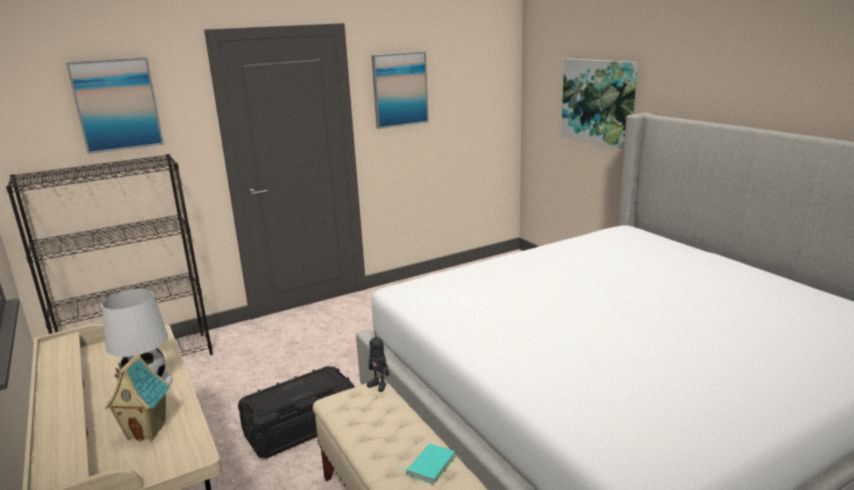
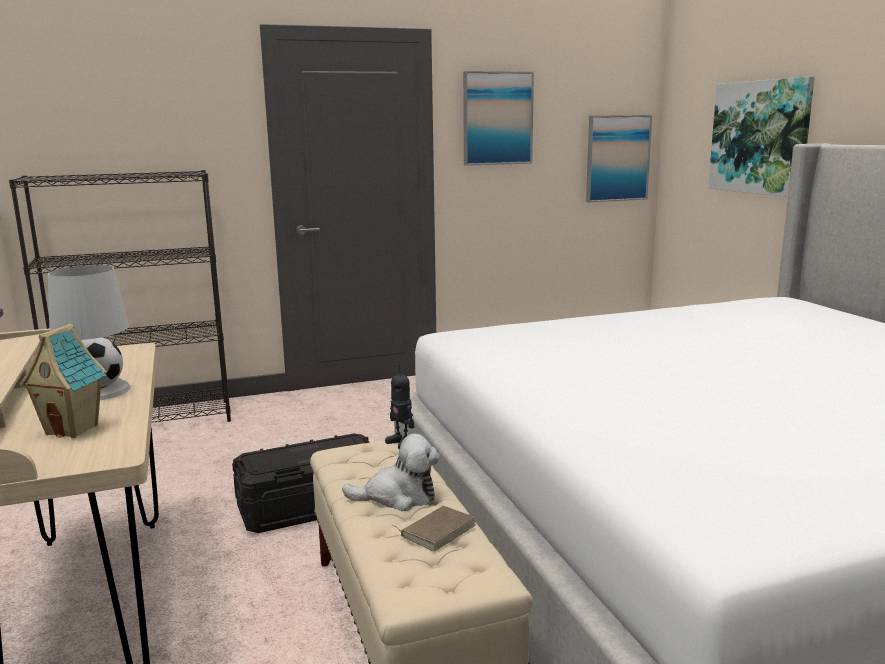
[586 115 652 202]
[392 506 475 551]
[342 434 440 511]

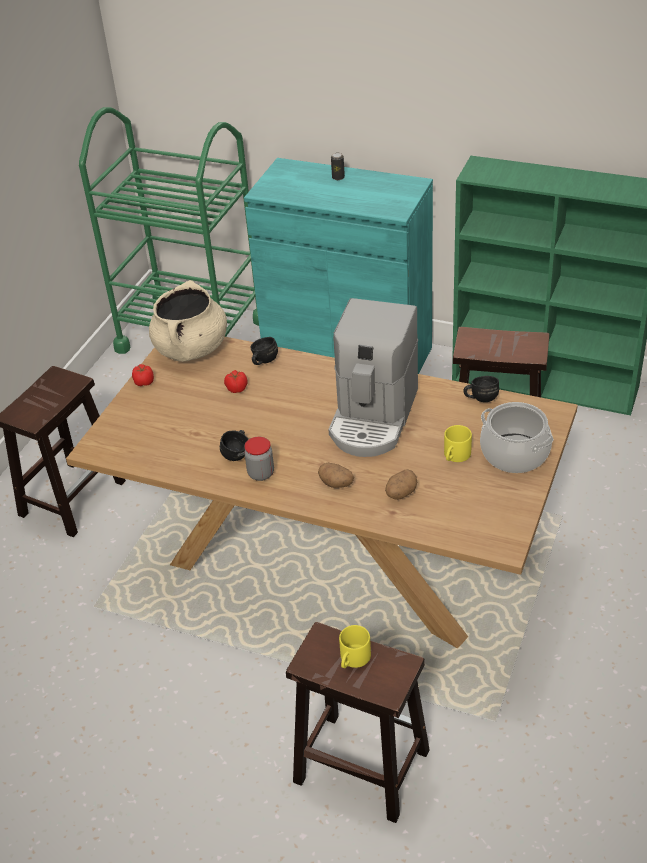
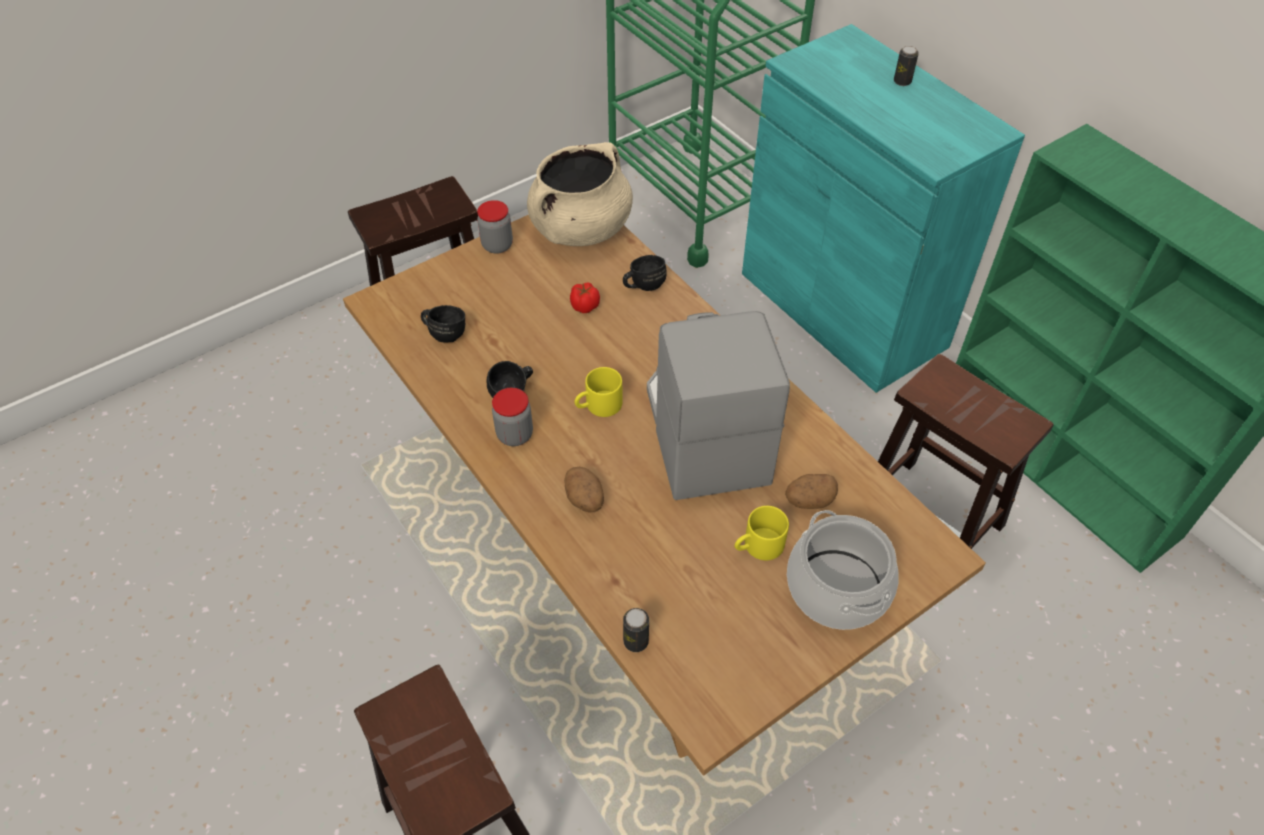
[477 200 513 254]
[647 311 790 500]
[574 367 623 417]
[785 474 838 509]
[421 305 465 342]
[623 608 649 652]

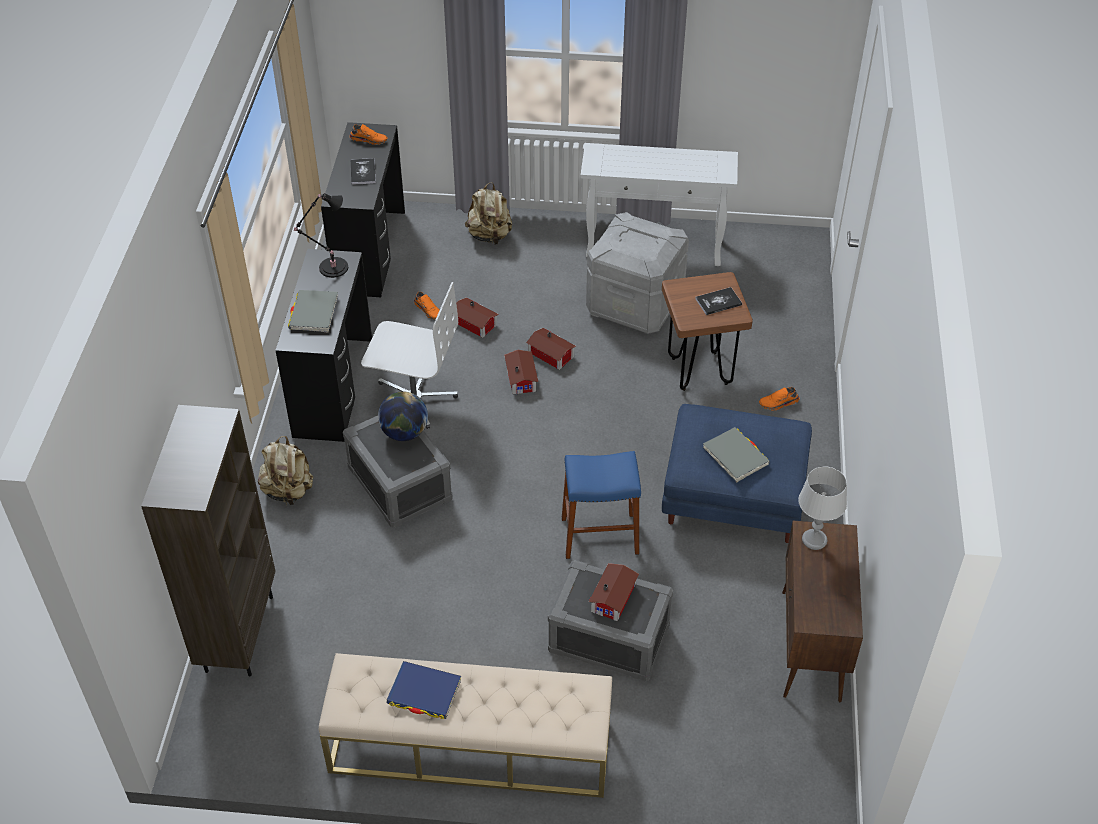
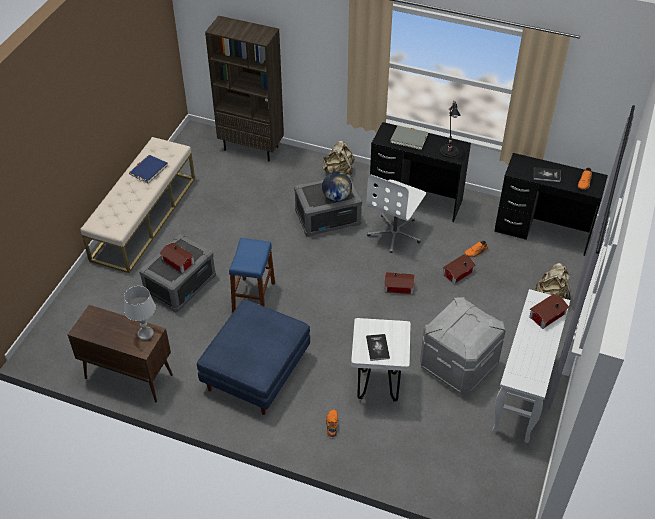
[529 294 569 329]
[351 318 411 402]
[703 427 770 482] (first image)

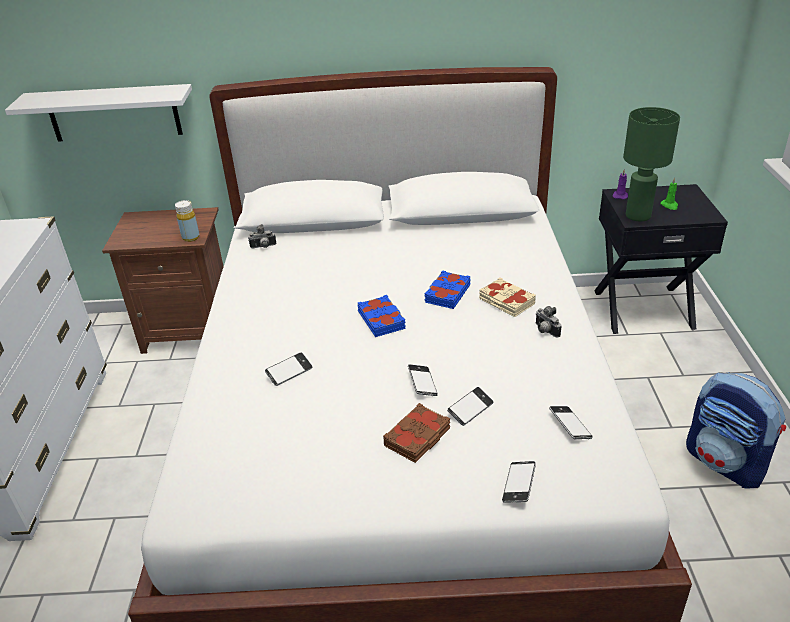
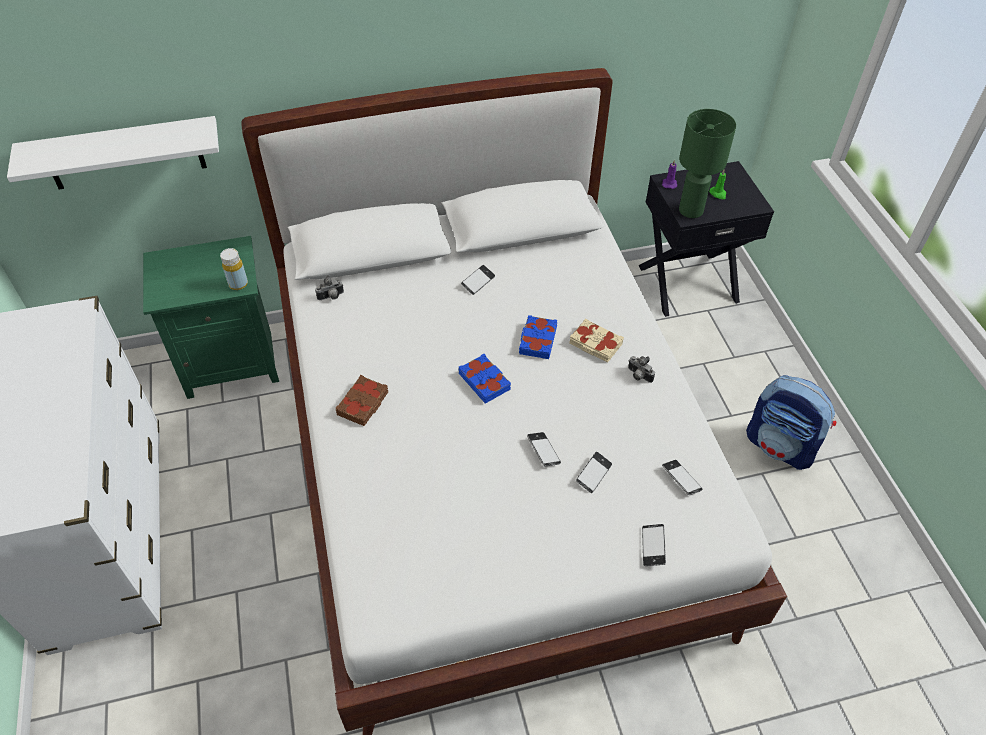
[143 236 279 399]
[461 265 495 295]
[336 375 388 426]

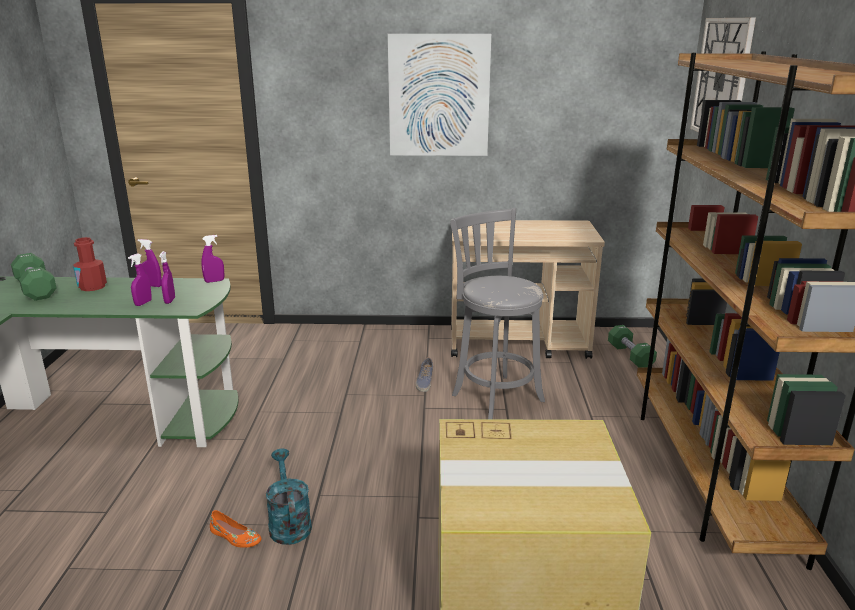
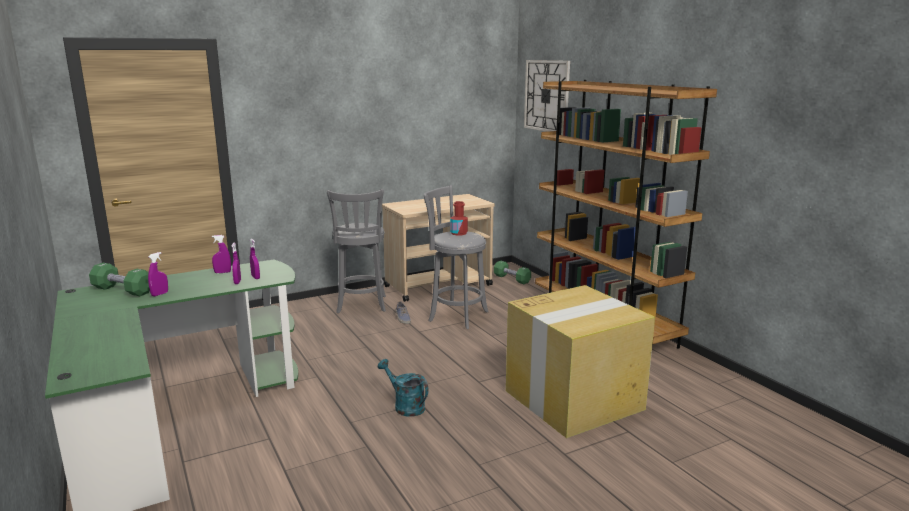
[450 201 468 236]
[148 252 168 296]
[210 510 262 548] (first image)
[388 34 491 156] (first image)
[327 189 386 313]

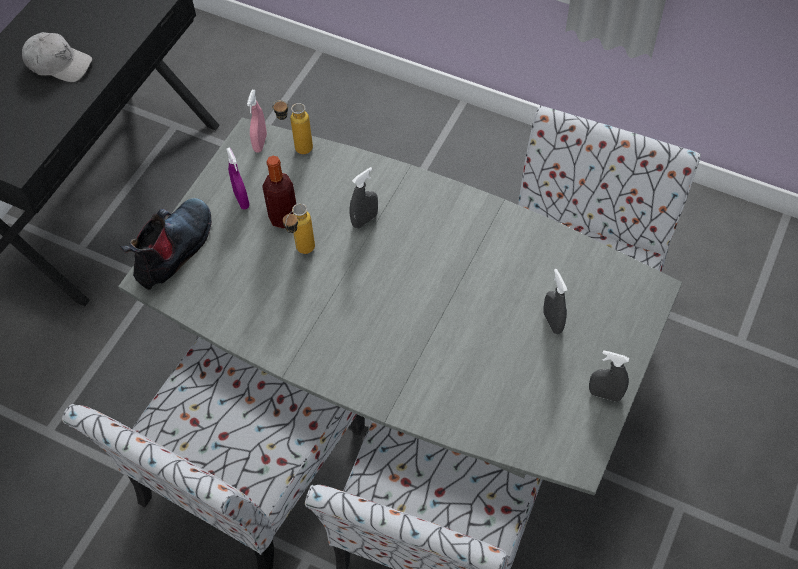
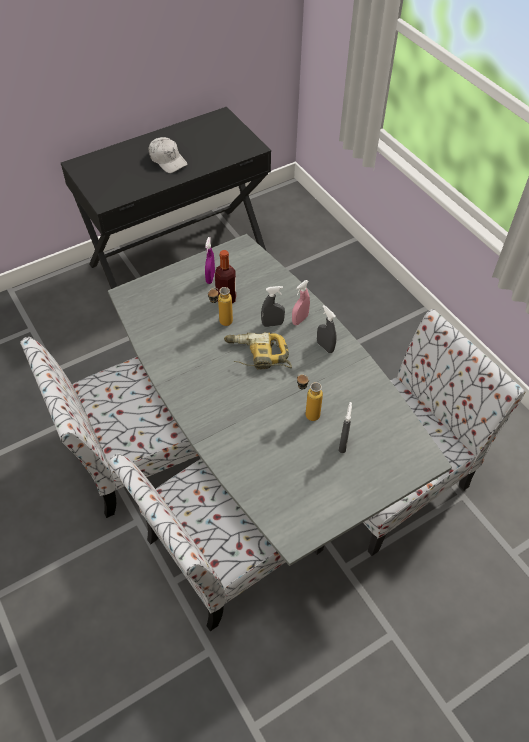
[120 198 212 290] (first image)
[292 280 310 325]
[297 374 323 421]
[317 305 336 353]
[224 333 292 369]

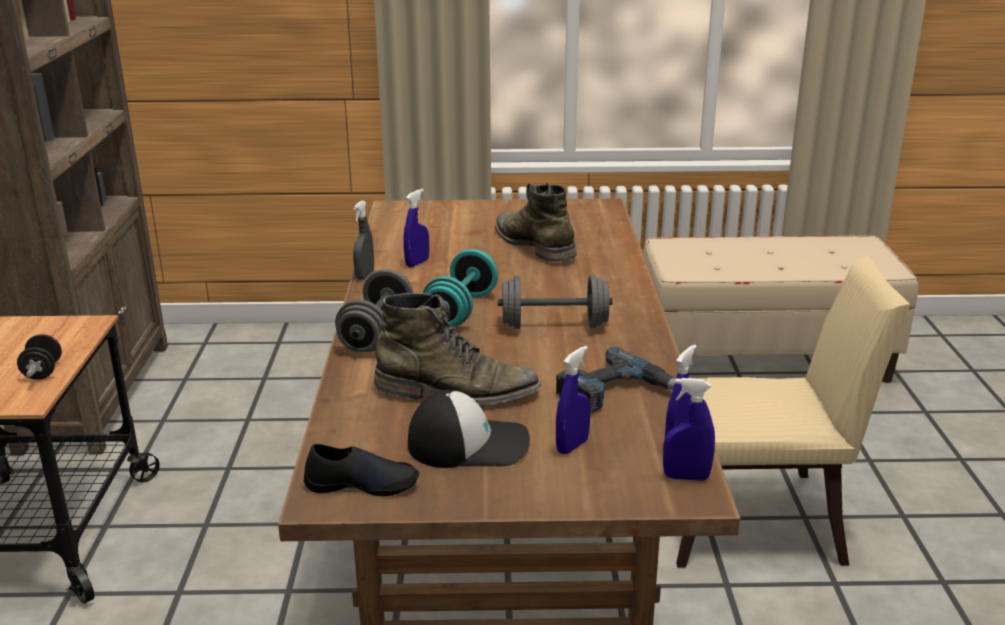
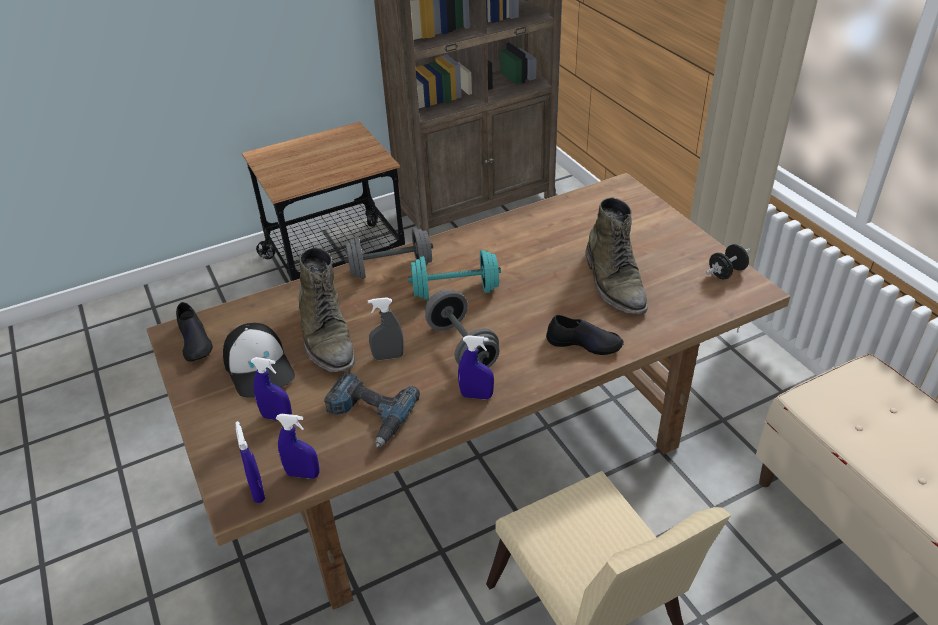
[706 244 751 279]
[368 297 404 360]
[458 335 494 399]
[585 197 648 314]
[546 315 624 355]

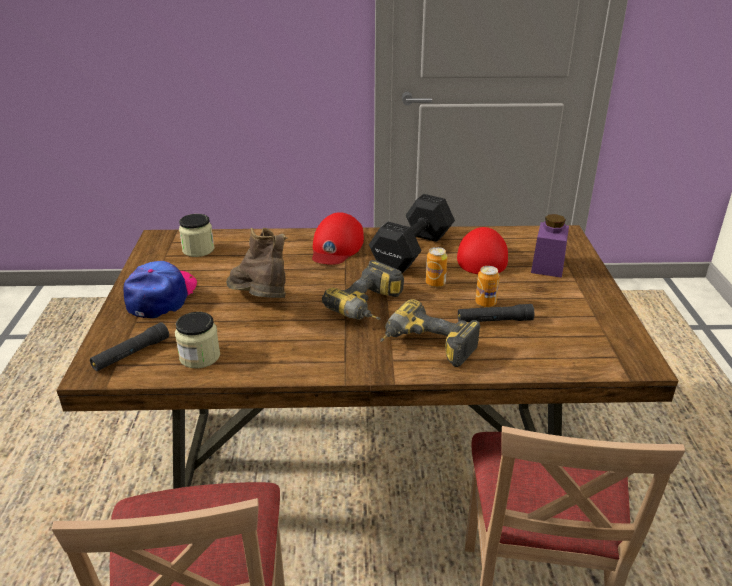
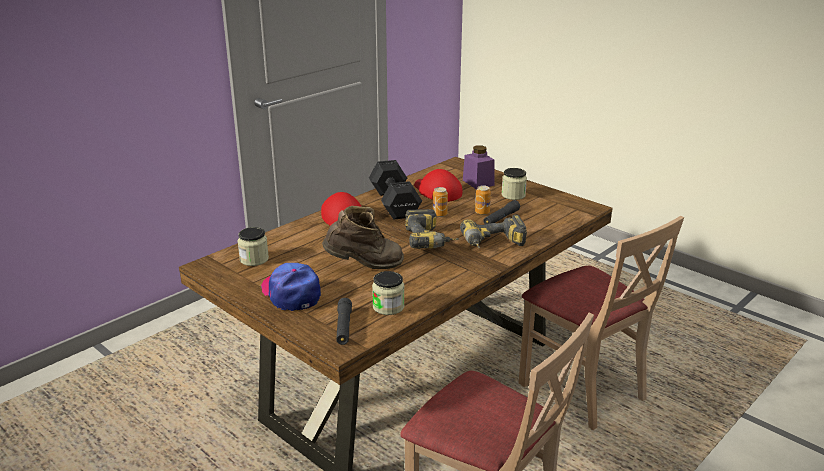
[322 206 404 269]
[502 168 527 200]

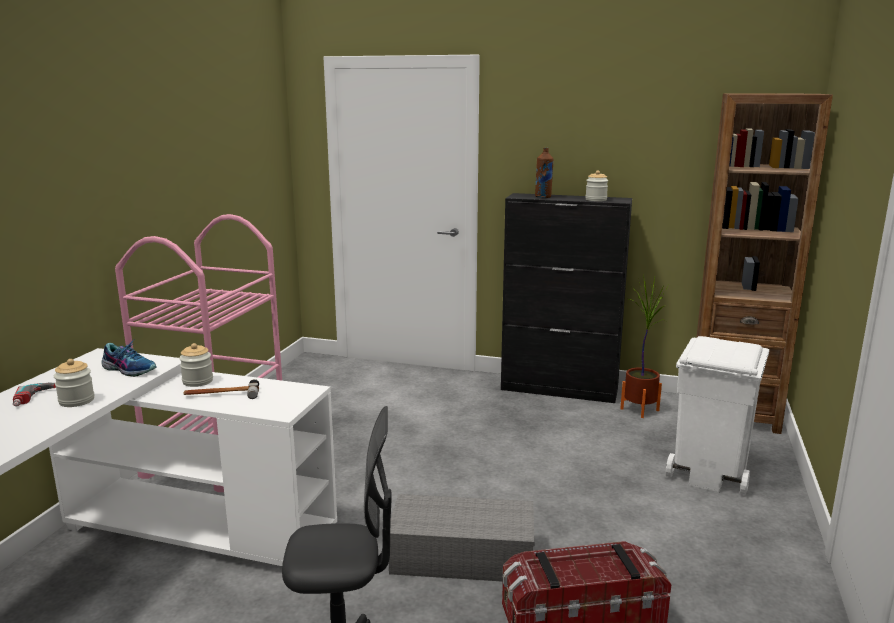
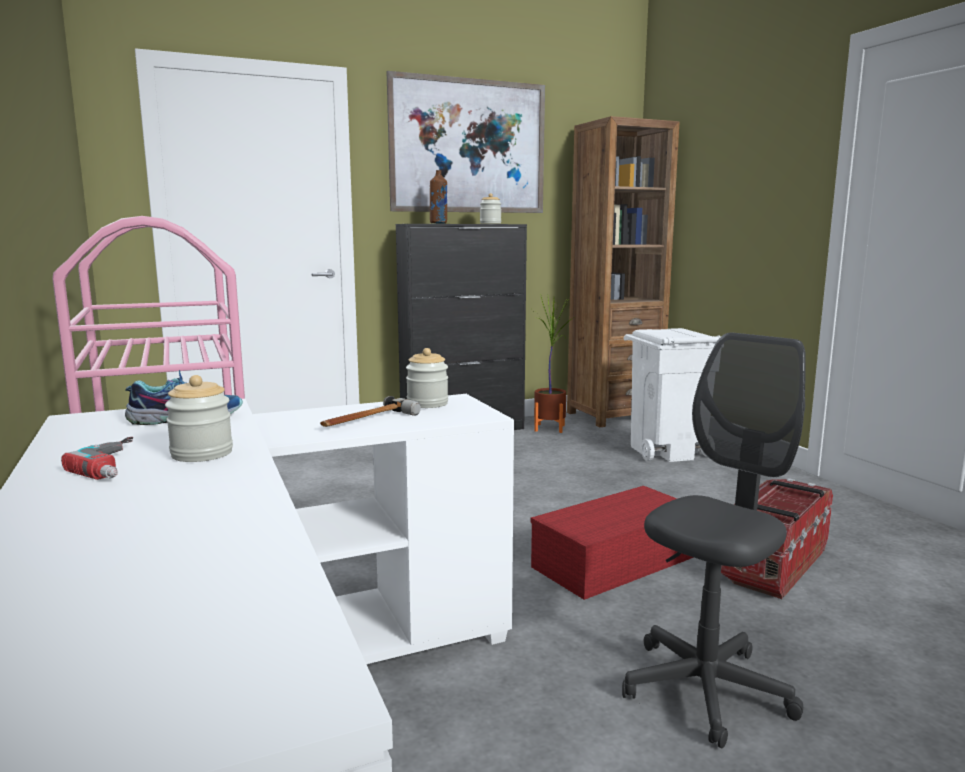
[406 348 448 408]
[531 486 694 600]
[386 71 545 213]

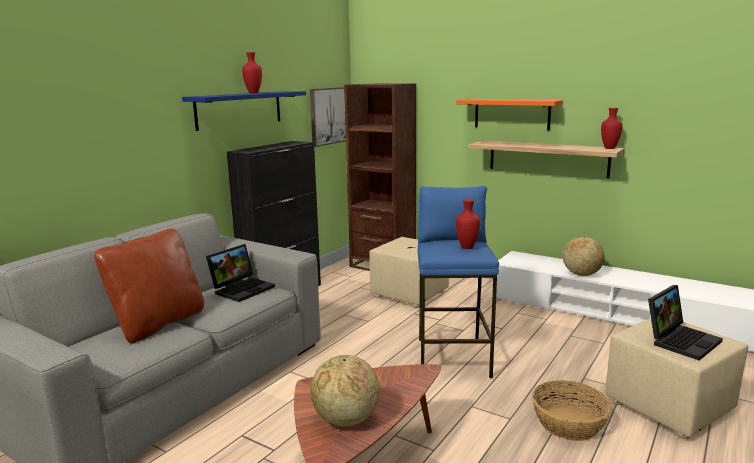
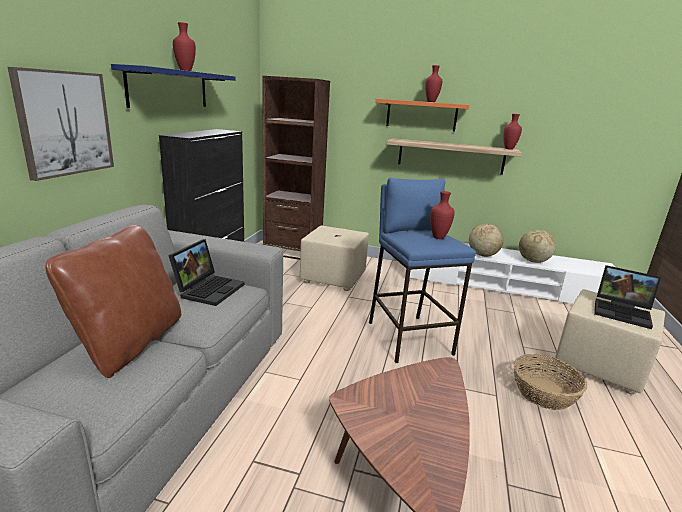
[8 67 114 181]
[519 229 556 263]
[594 265 661 329]
[425 65 442 102]

